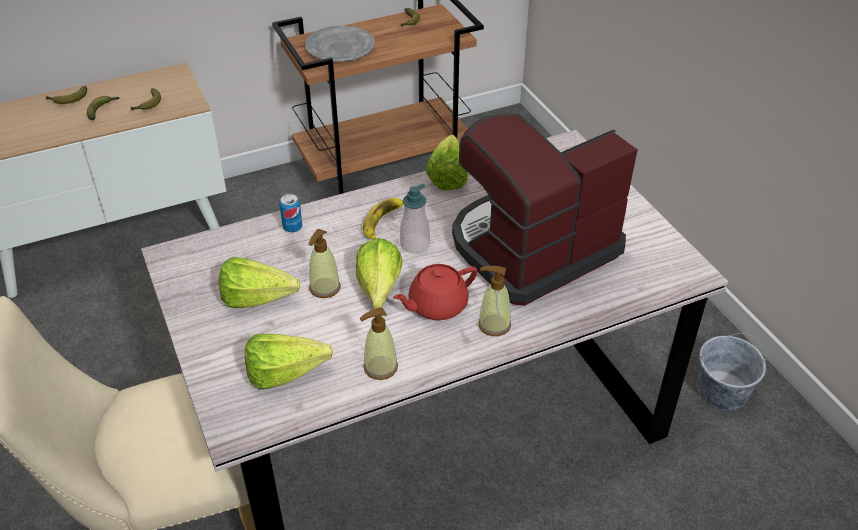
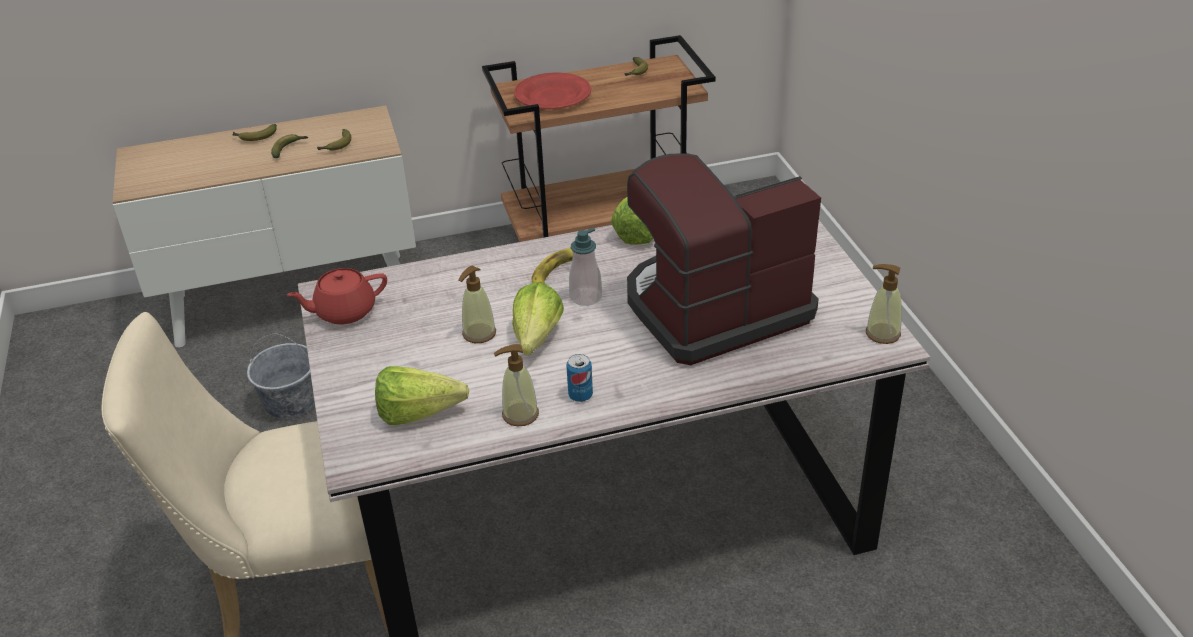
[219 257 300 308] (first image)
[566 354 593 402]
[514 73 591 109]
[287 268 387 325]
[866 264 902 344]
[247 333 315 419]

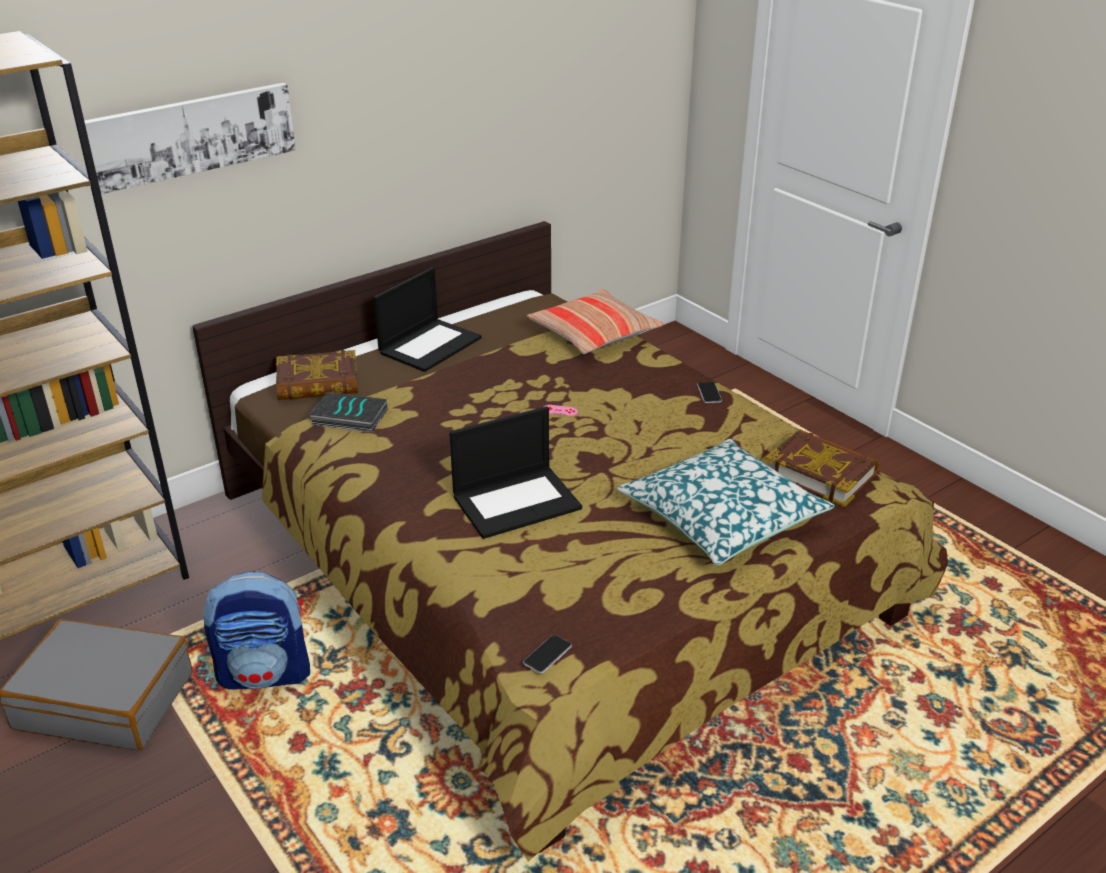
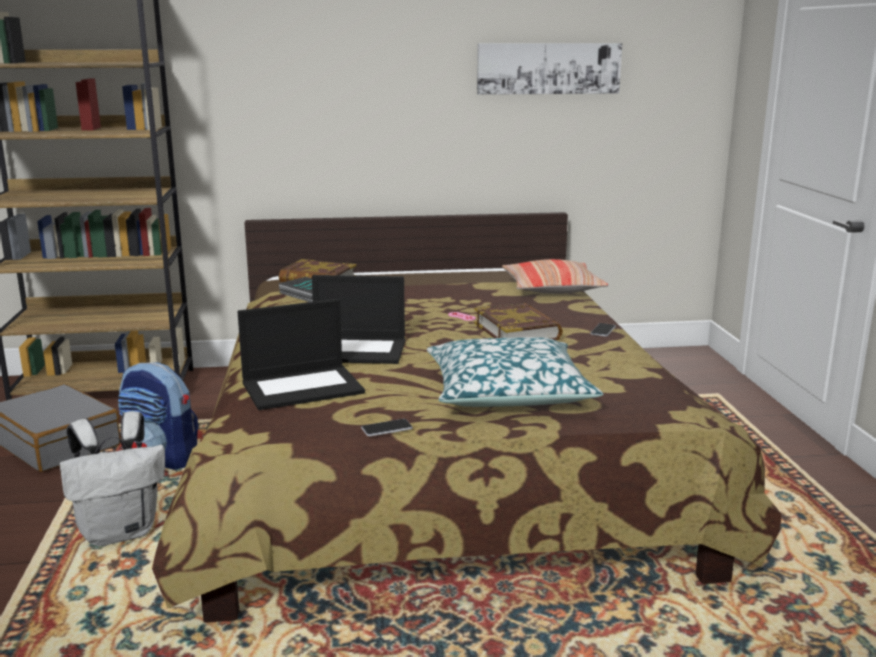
[477 43 622 95]
[238 299 365 410]
[361 419 413 437]
[475 303 563 340]
[60 411 165 546]

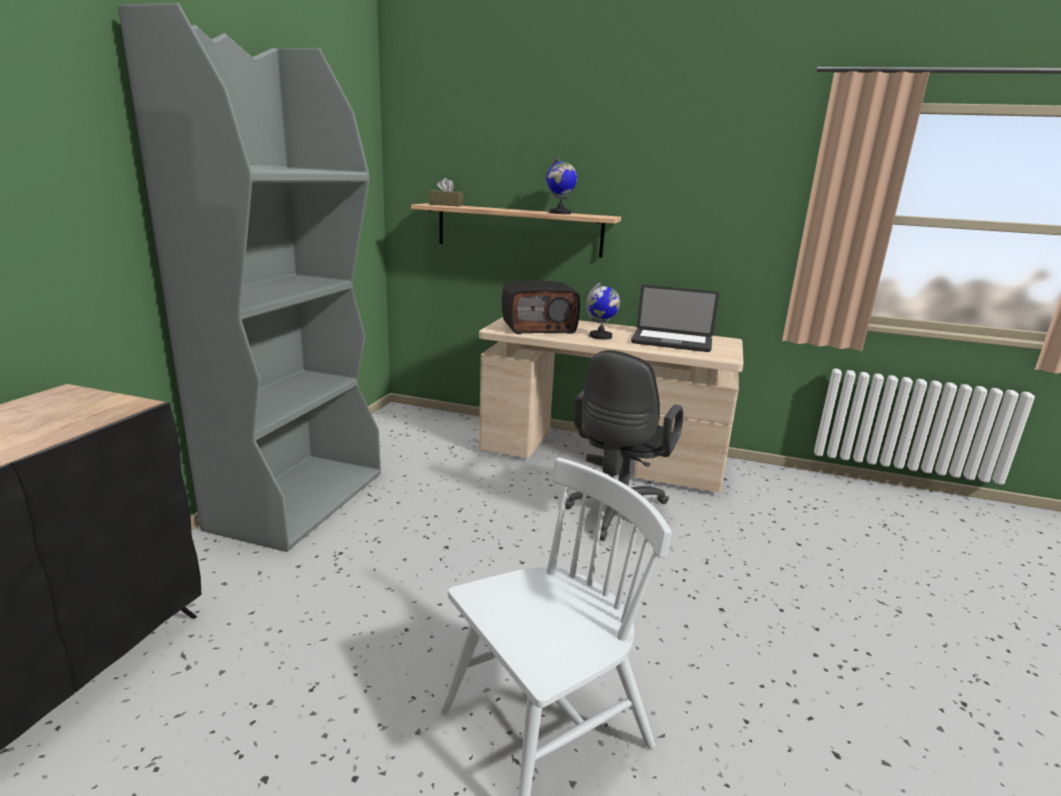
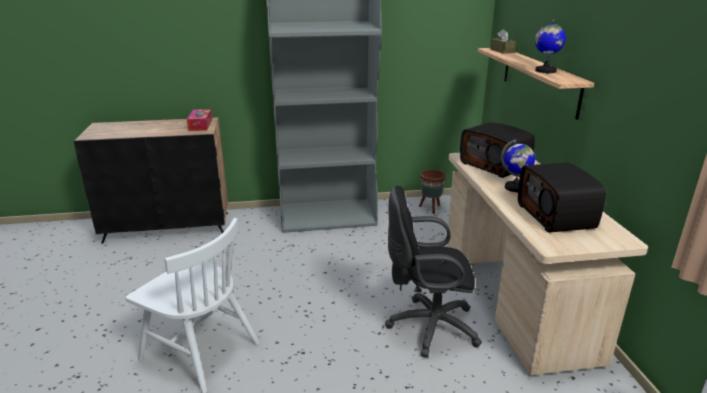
[518 163 606 233]
[187 109 212 131]
[419 170 446 214]

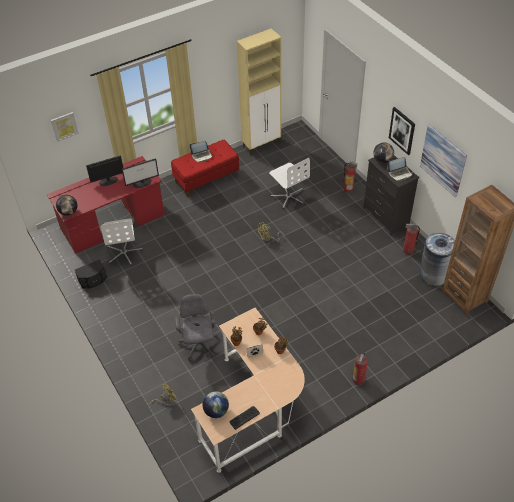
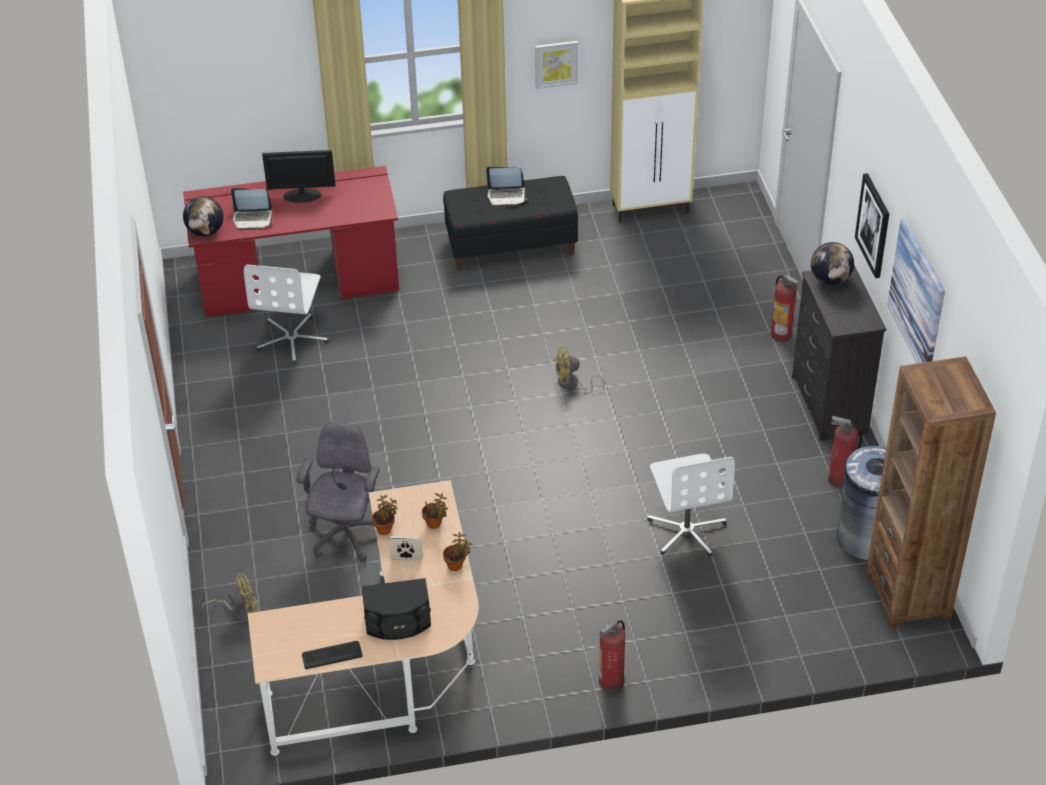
[535 41 578 89]
[361 578 431 640]
[122 158 159 188] (first image)
[443 176 578 271]
[203 391 229 418] (first image)
[647 454 735 557]
[231 188 273 230]

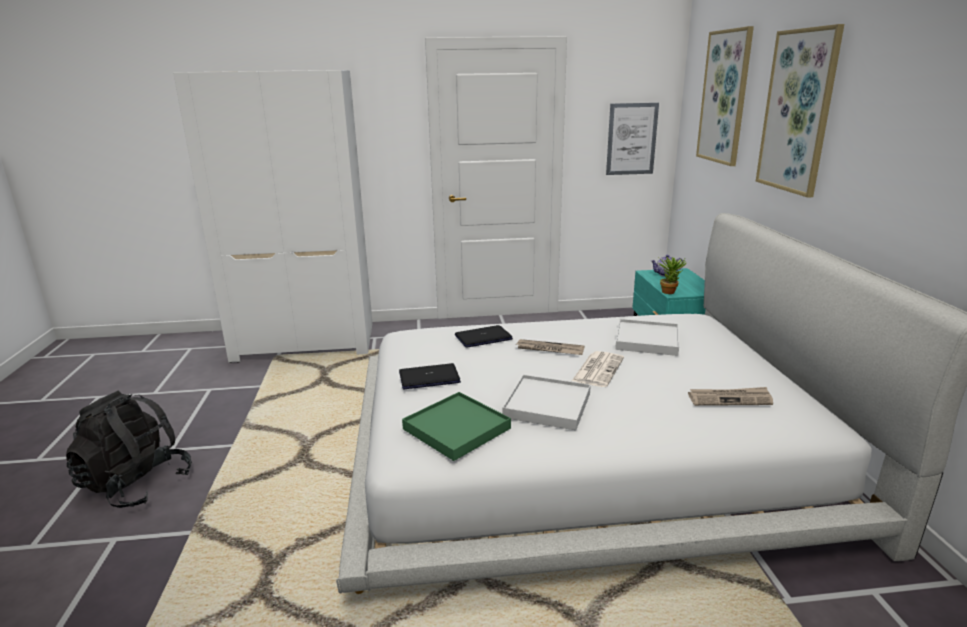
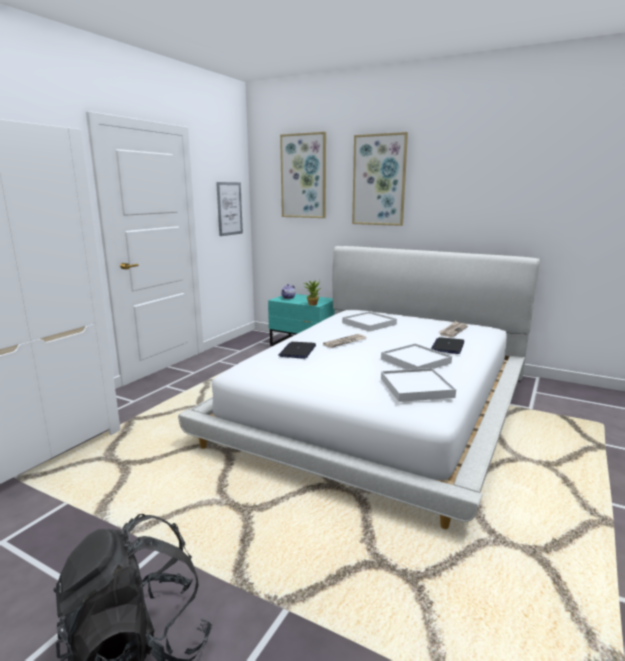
[431 337 464 354]
[381 368 456 402]
[572 351 624 387] (first image)

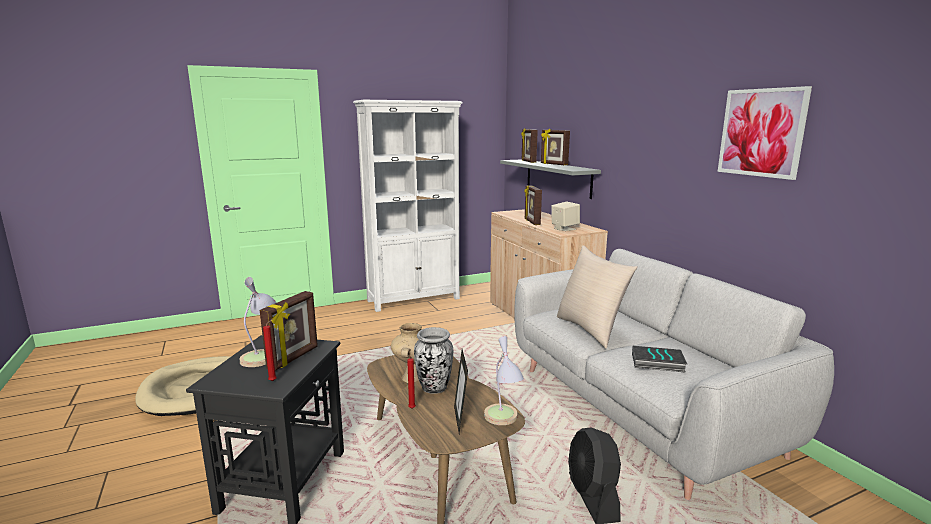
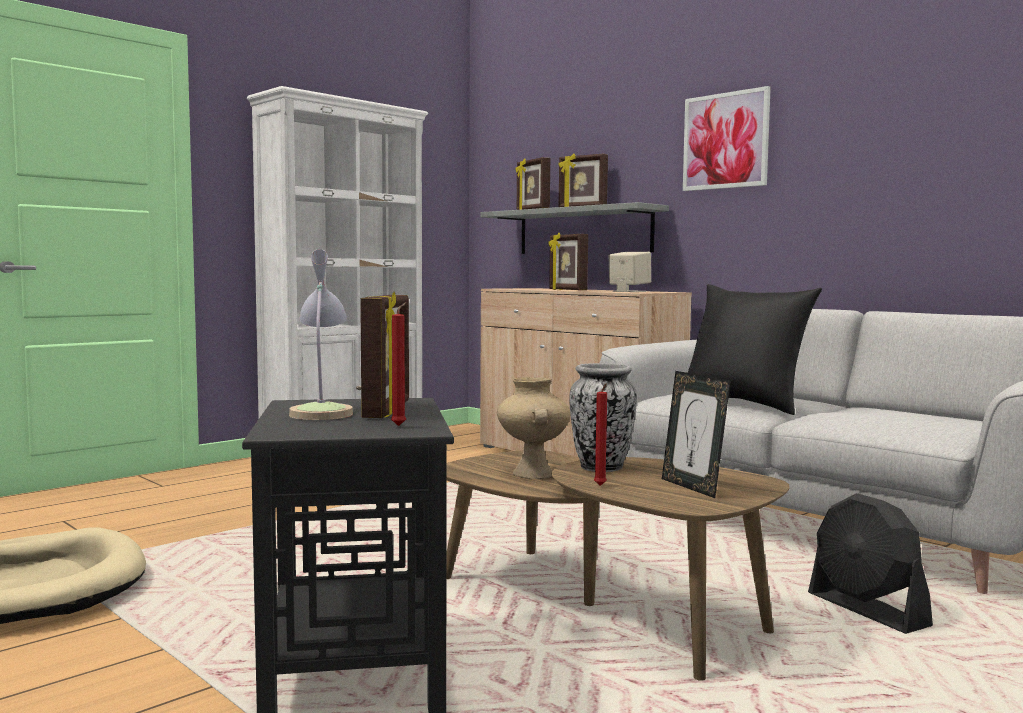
[484 336 524 425] (first image)
[688 284 822 415]
[632 346 687 372] (first image)
[683 86 771 191]

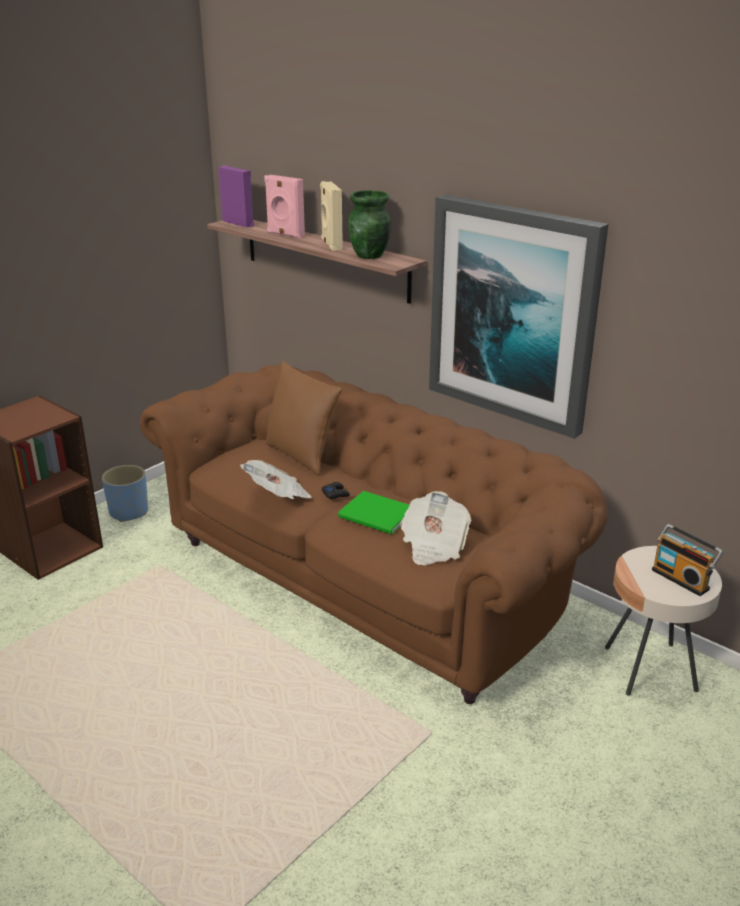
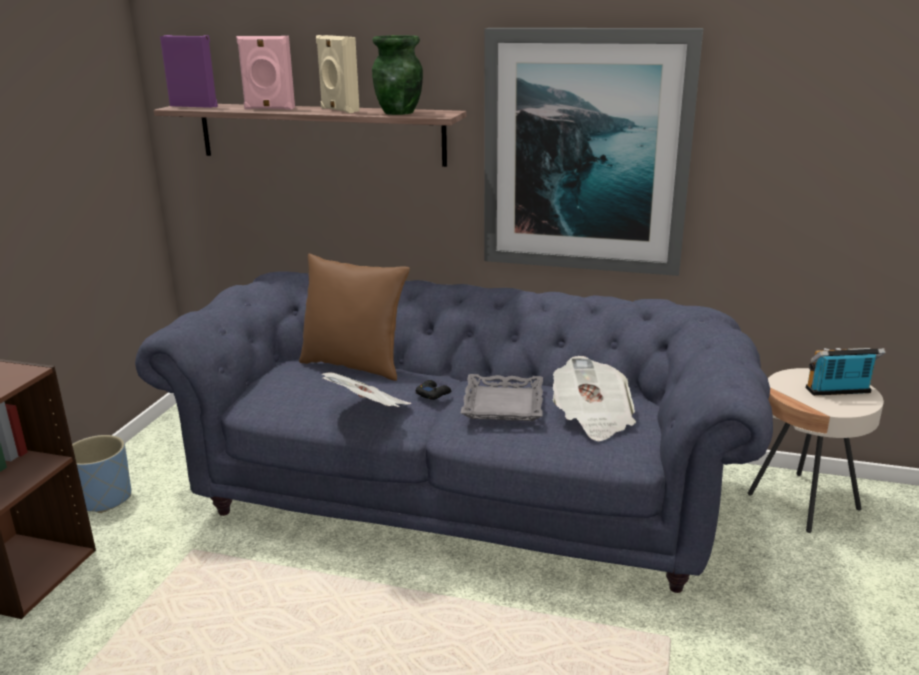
[135 271 773 593]
[461 374 543 421]
[806 348 886 396]

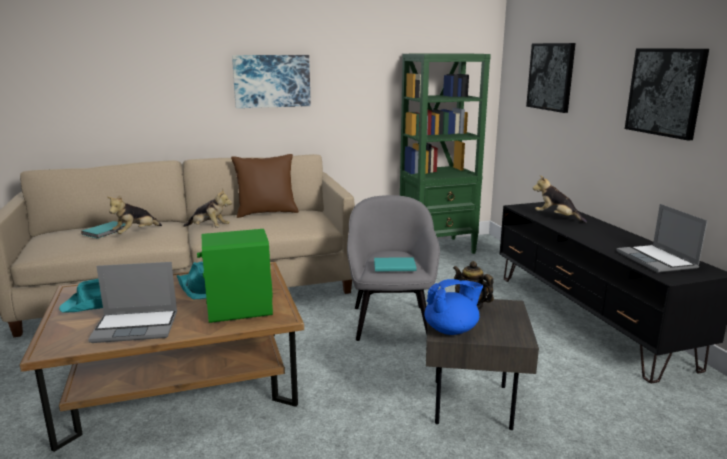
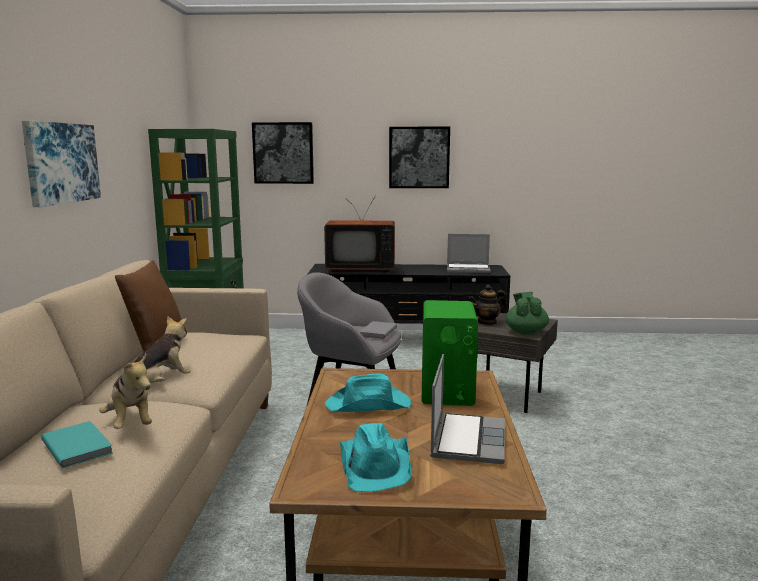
[360 321 397 339]
[505 292 549 335]
[324 197 395 273]

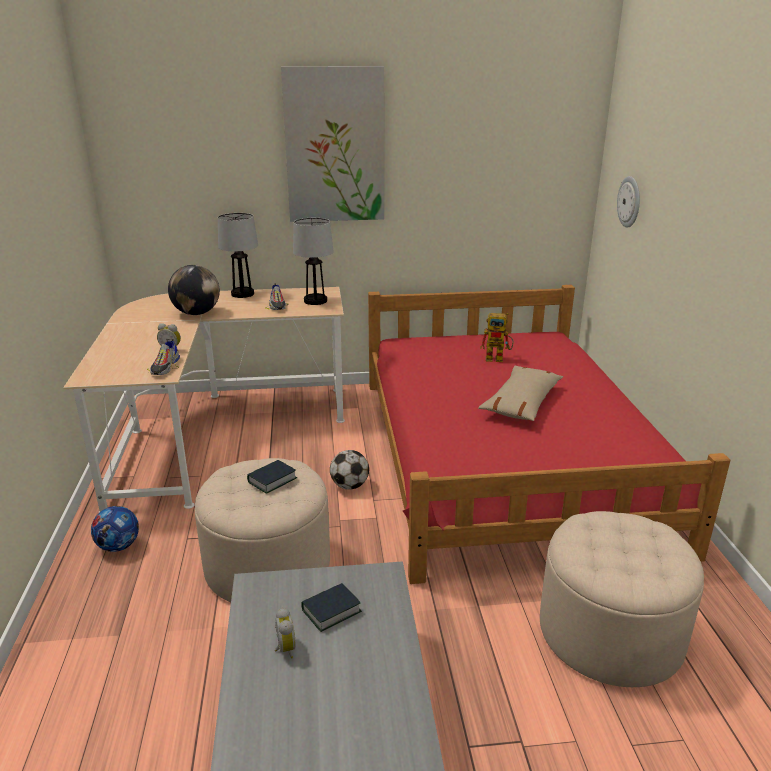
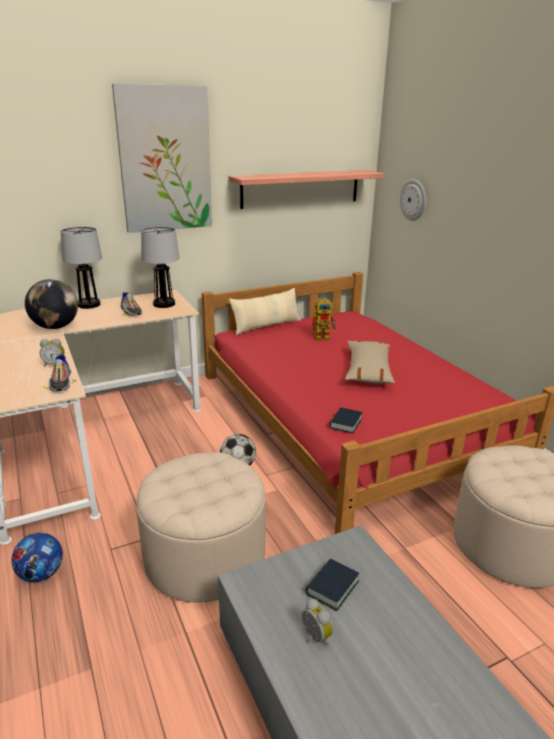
[329 407 362 433]
[229 170 384 209]
[229 288 301 335]

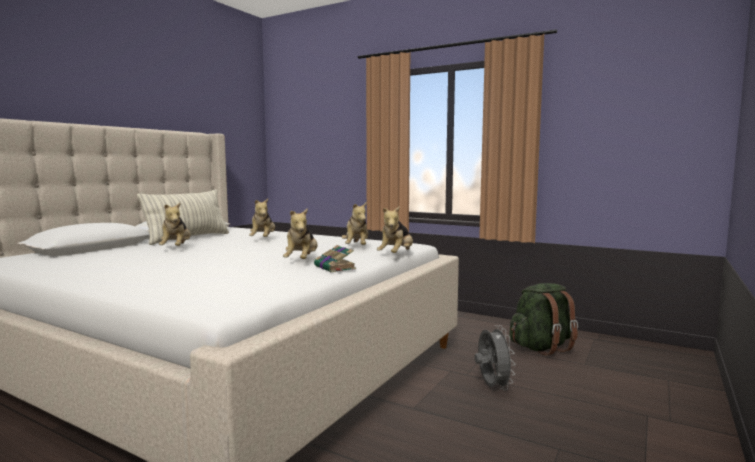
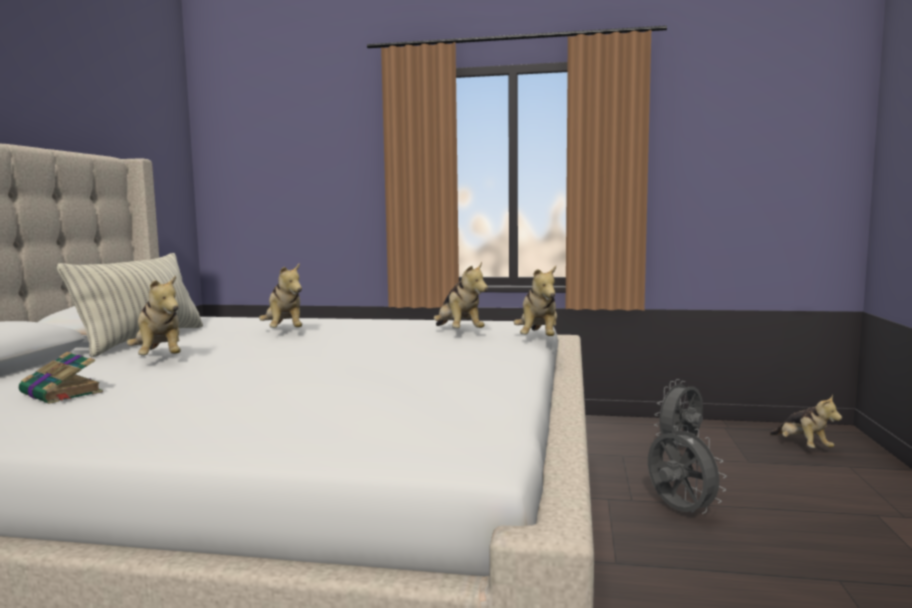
[770 394 842 448]
[19 351 103 404]
[654 379 703 447]

